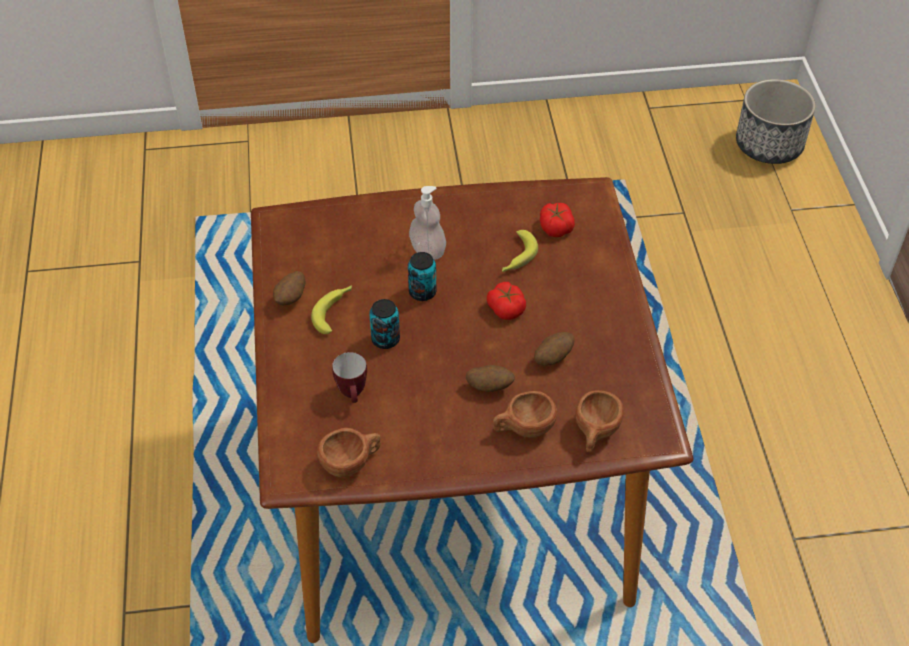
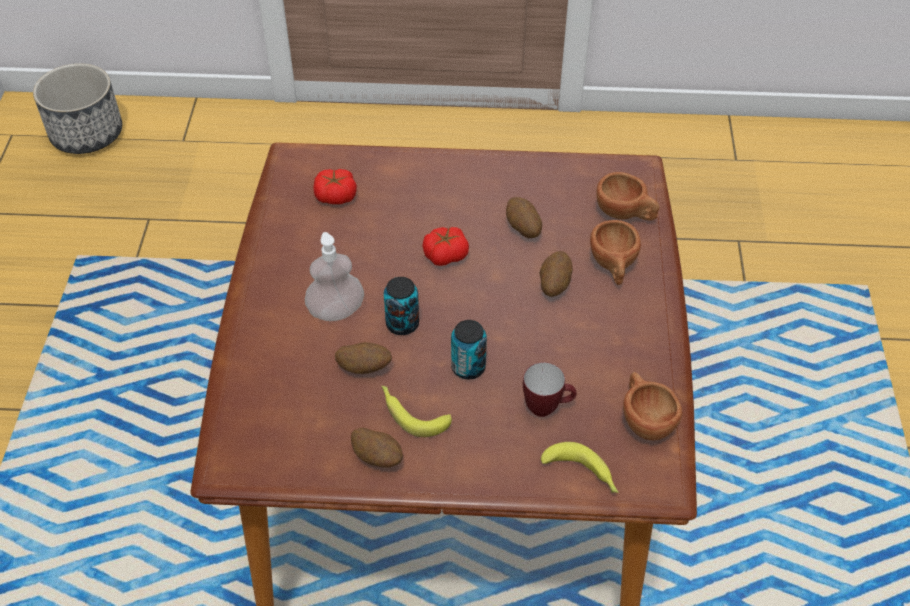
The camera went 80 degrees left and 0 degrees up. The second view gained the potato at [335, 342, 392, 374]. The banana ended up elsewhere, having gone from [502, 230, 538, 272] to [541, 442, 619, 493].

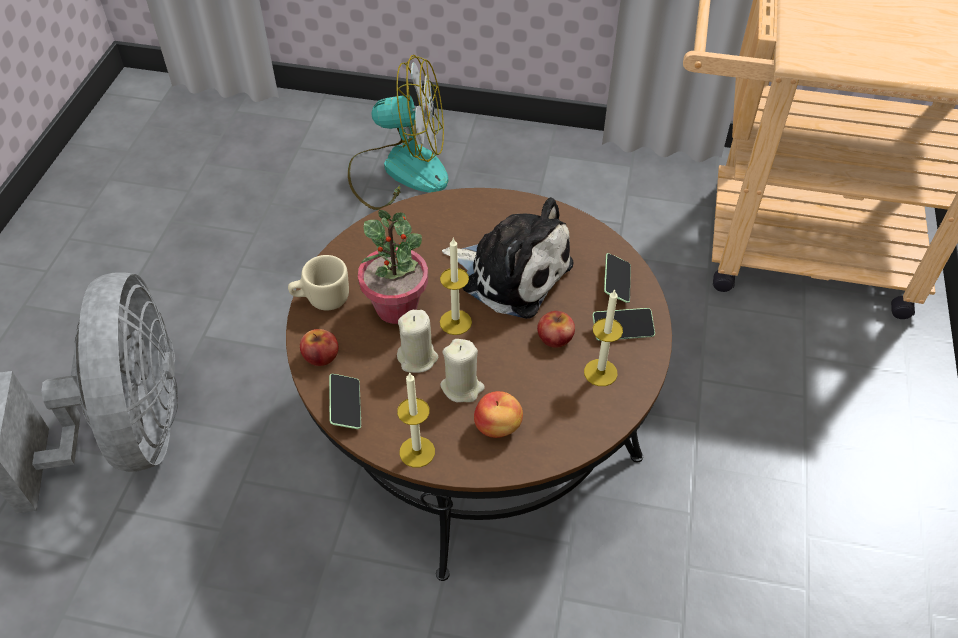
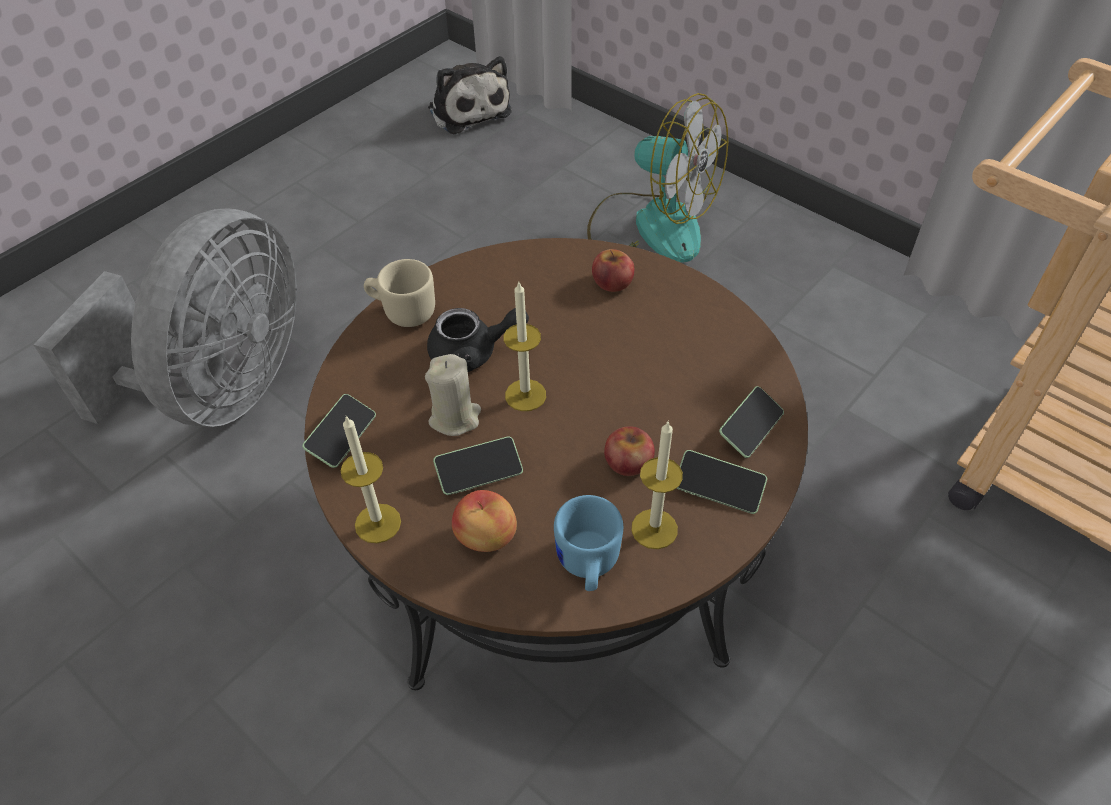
The camera went 30 degrees right and 0 degrees up. Where the potted plant stood at [358, 210, 428, 324], the black teapot came to stand at [427, 308, 529, 372]. The plush toy ended up elsewhere, having gone from [442, 197, 573, 319] to [428, 56, 512, 134]. Where the beige candle stood at [440, 339, 485, 402], the phone came to stand at [433, 436, 523, 495]. The second view gained the blue mug at [554, 495, 623, 591]. The apple ended up elsewhere, having gone from [300, 329, 338, 366] to [592, 249, 634, 292].

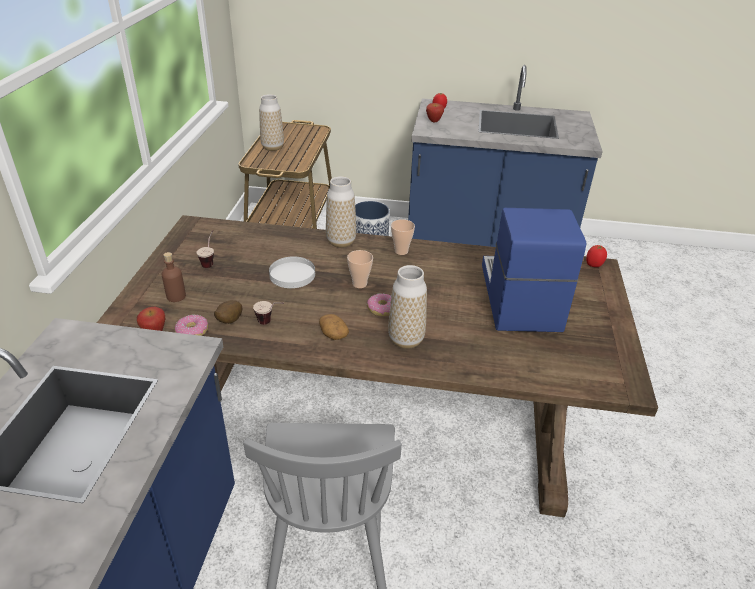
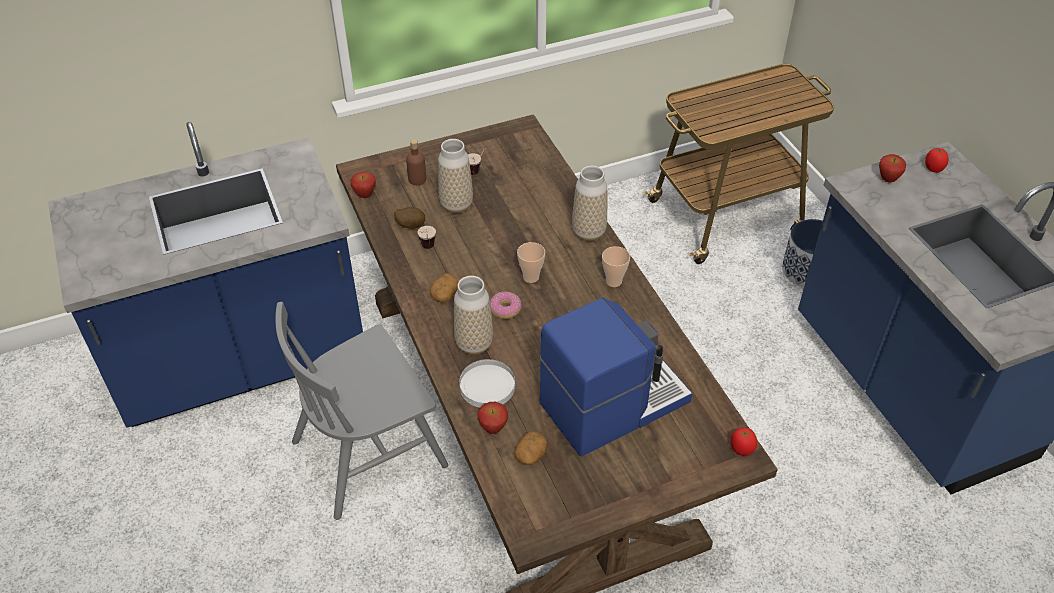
The camera went 60 degrees right and 10 degrees up. The vase ended up elsewhere, having gone from [259, 94, 284, 151] to [438, 139, 473, 213]. The white plate ended up elsewhere, having gone from [269, 256, 315, 288] to [459, 359, 515, 408]. The second view gained the apple at [478, 402, 508, 434]. The second view gained the potato at [514, 431, 547, 465]. The second view lost the donut at [175, 314, 208, 336].

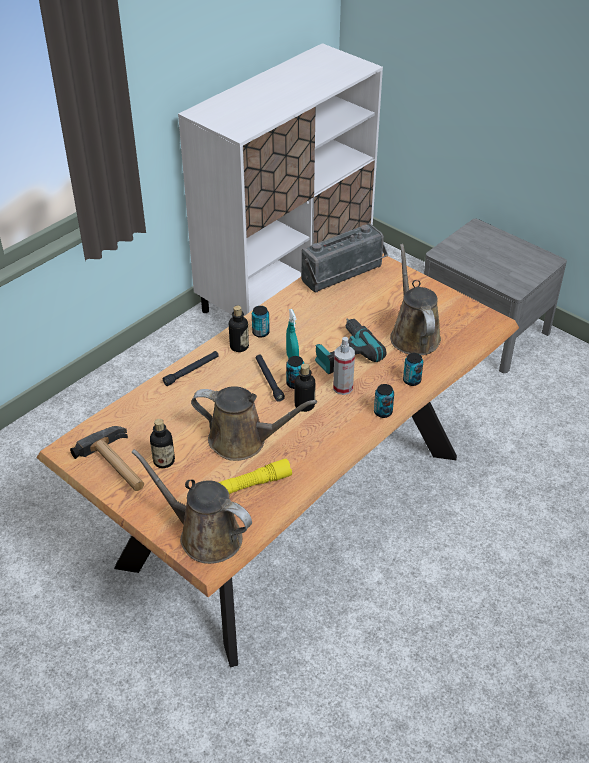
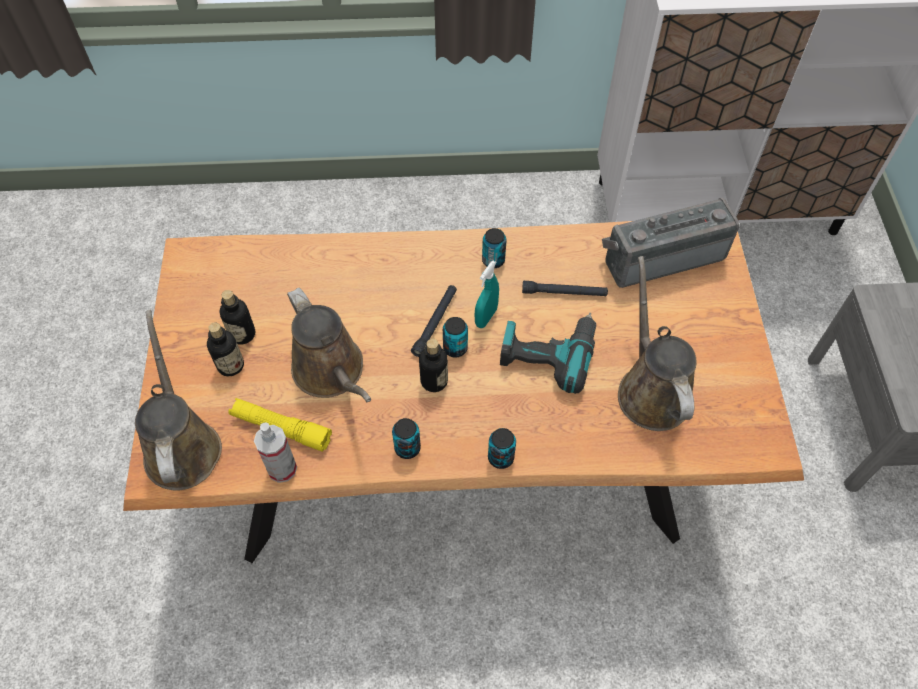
The camera went 45 degrees right and 15 degrees up. The bottle ended up elsewhere, having gone from [229, 305, 249, 352] to [207, 322, 244, 376]. The spray bottle ended up elsewhere, having gone from [333, 337, 355, 395] to [254, 423, 297, 483]. The can ended up elsewhere, having gone from [403, 353, 423, 386] to [392, 418, 421, 459]. The black flashlight ended up elsewhere, having gone from [163, 351, 219, 386] to [522, 281, 608, 296]. The radio at [301, 223, 388, 292] ended up facing another way, 150 degrees clockwise from before. The brown watering can at [390, 244, 441, 355] ended up facing another way, 45 degrees counterclockwise from before. The second view lost the hammer at [70, 426, 144, 491].

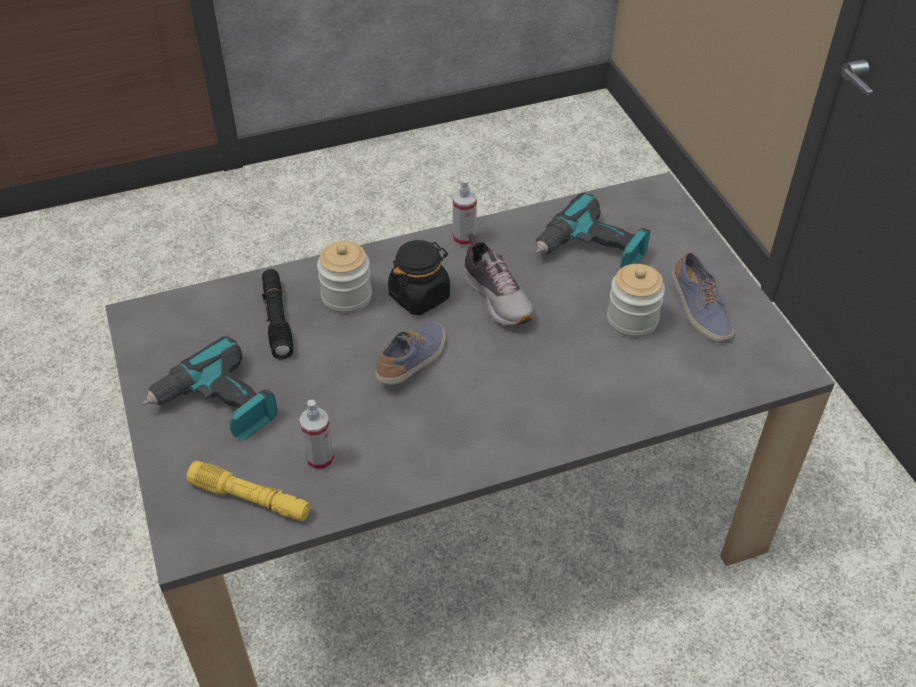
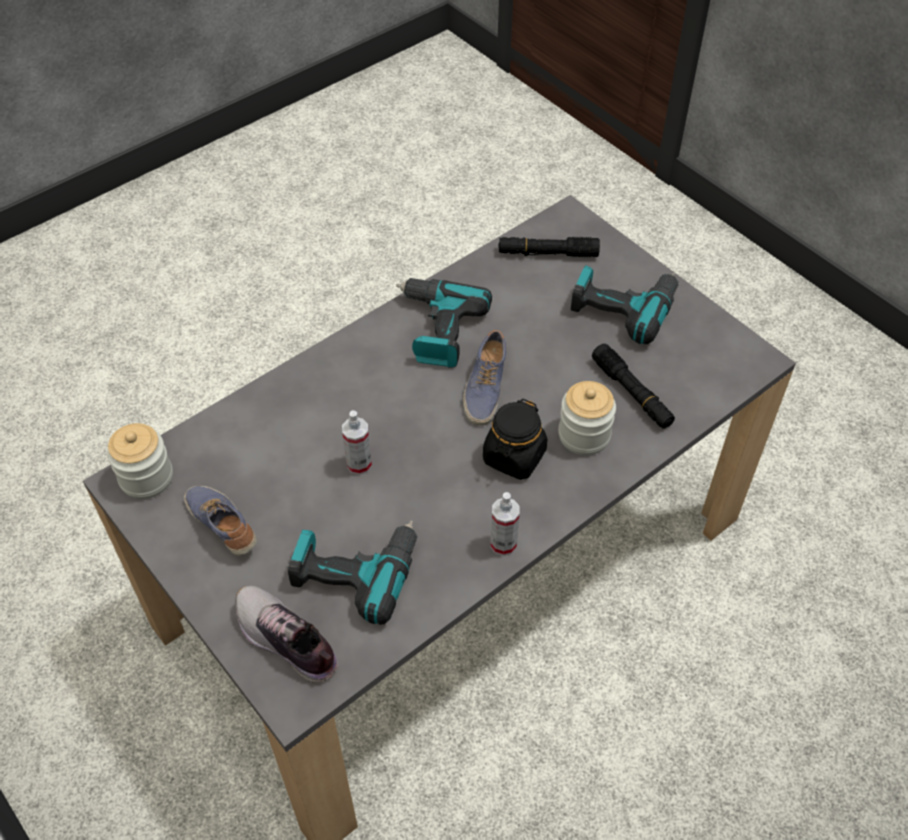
The camera went 160 degrees right and 5 degrees up. The jar ended up elsewhere, having gone from [607, 264, 665, 338] to [107, 423, 173, 499]. The shoe ended up elsewhere, having gone from [463, 233, 534, 326] to [235, 585, 338, 683]. The spray bottle ended up elsewhere, having gone from [299, 400, 334, 471] to [342, 410, 372, 475]. The second view gained the power drill at [396, 278, 492, 368]. What was the yellow flashlight at [186, 461, 310, 521] turned into the black flashlight at [498, 237, 600, 257].

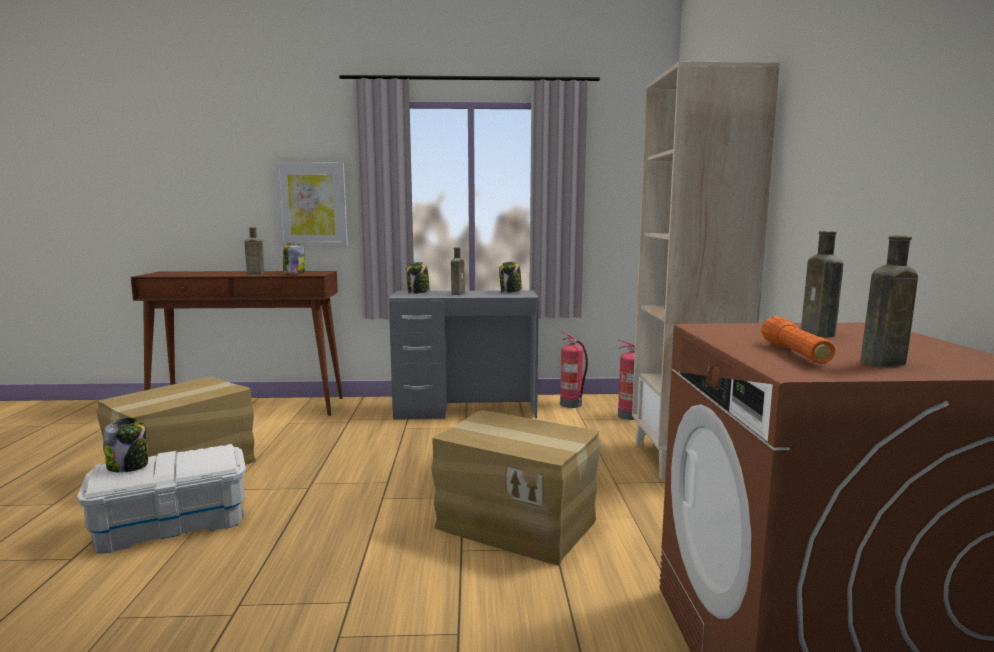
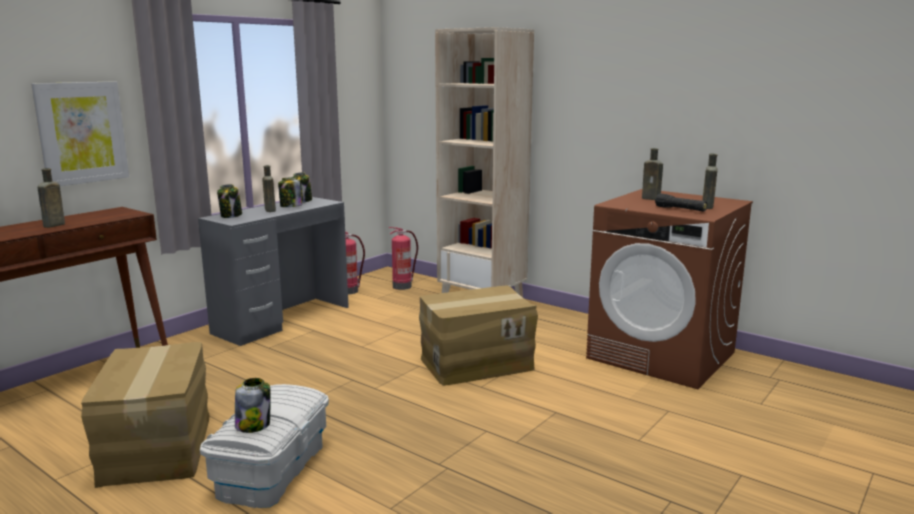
The camera went 50 degrees left and 5 degrees up. The jar ended up elsewhere, having gone from [283, 243, 305, 273] to [278, 177, 302, 207]. What was the orange flashlight at [762, 316, 835, 364] turned into the black flashlight at [655, 193, 707, 211].

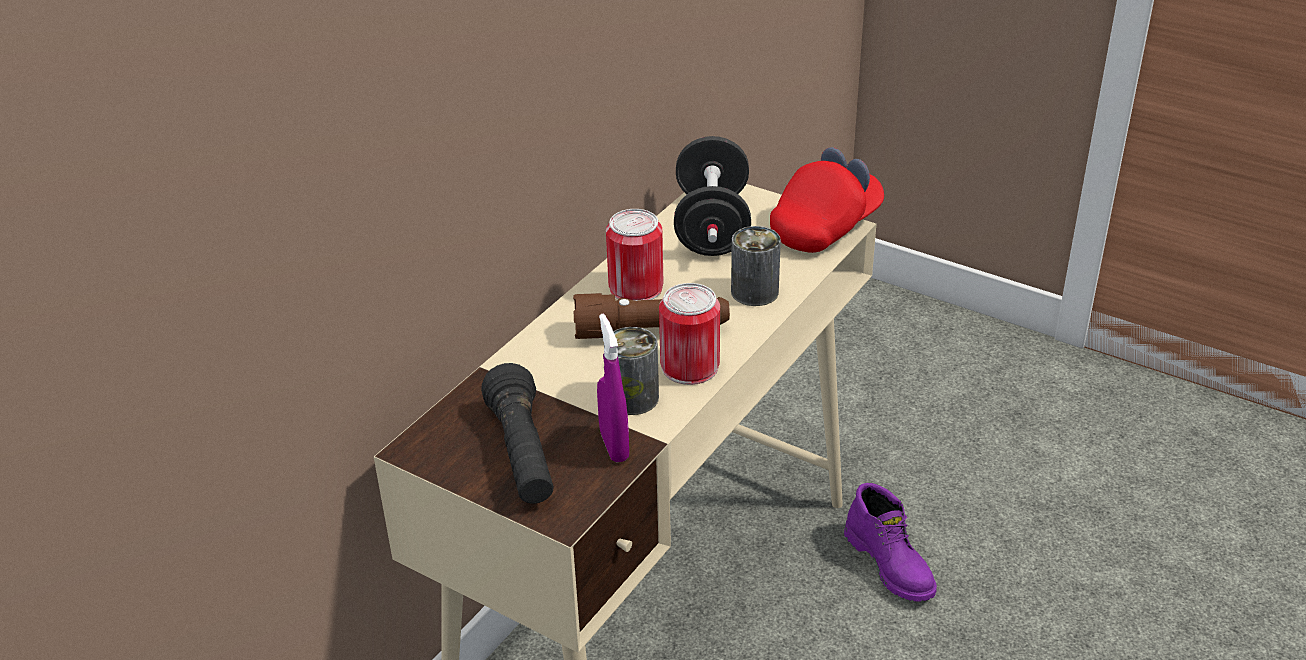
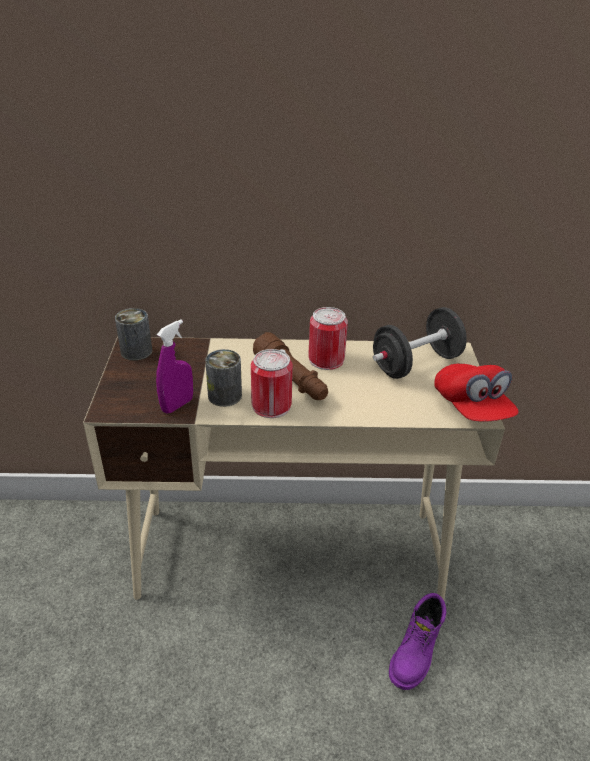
The camera went 55 degrees right and 0 degrees up. The can ended up elsewhere, having gone from [731, 226, 781, 306] to [115, 308, 152, 361]. The red cap at [770, 147, 884, 253] ended up facing another way, 60 degrees clockwise from before. The second view lost the black flashlight at [481, 363, 554, 504].

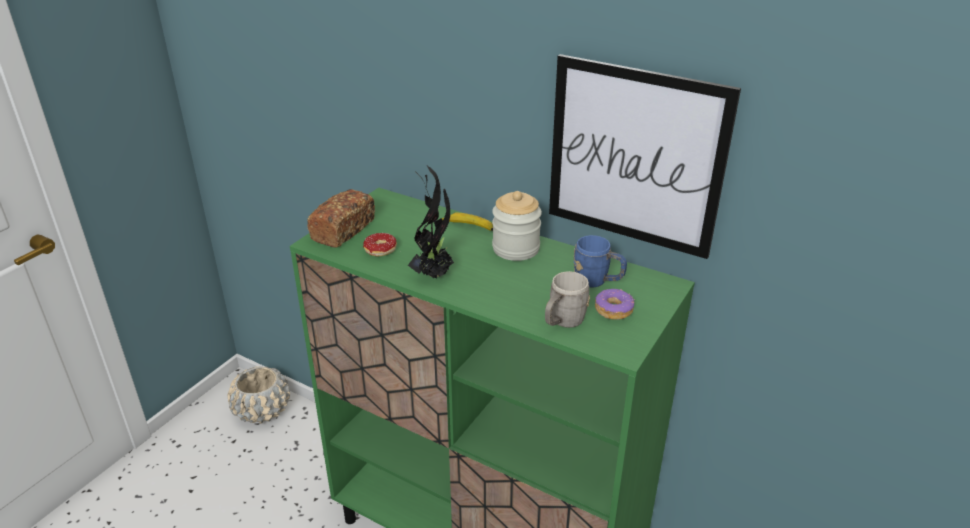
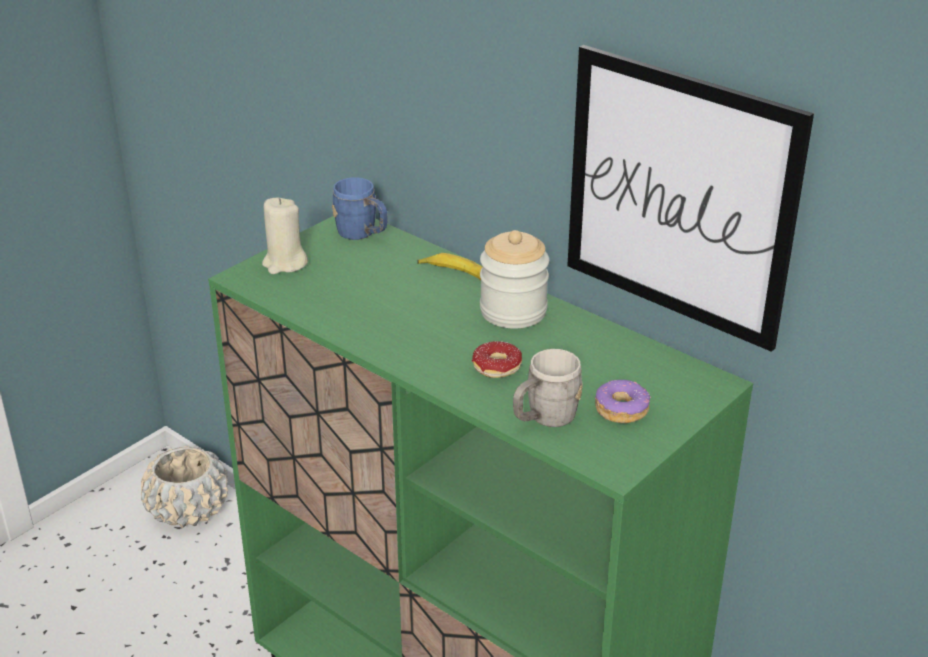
The camera went 10 degrees right and 0 degrees up. Where the bread stood at [307, 189, 375, 248], the beige candle came to stand at [262, 198, 308, 274]. The blue mug ended up elsewhere, having gone from [574, 235, 627, 287] to [332, 177, 387, 240]. The donut ended up elsewhere, having gone from [363, 233, 397, 256] to [472, 341, 522, 378]. The second view lost the potted plant at [408, 166, 454, 279].

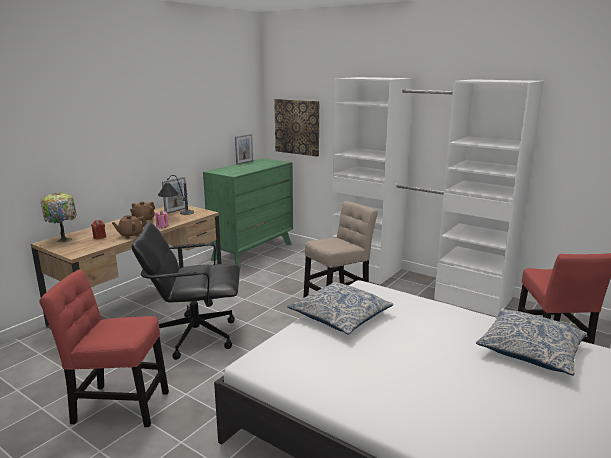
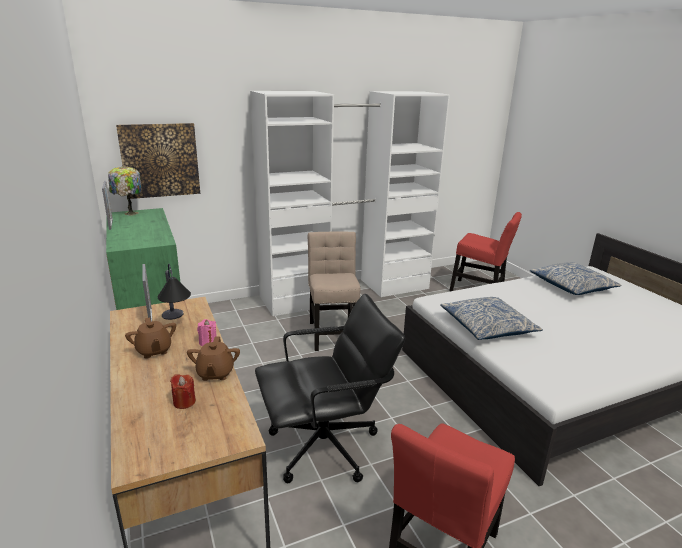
The camera went 60 degrees left and 5 degrees up. The table lamp ended up elsewhere, having gone from [41, 193, 77, 242] to [108, 166, 142, 216]. The black office chair at [132, 222, 240, 360] ended up facing another way, 135 degrees counterclockwise from before.

